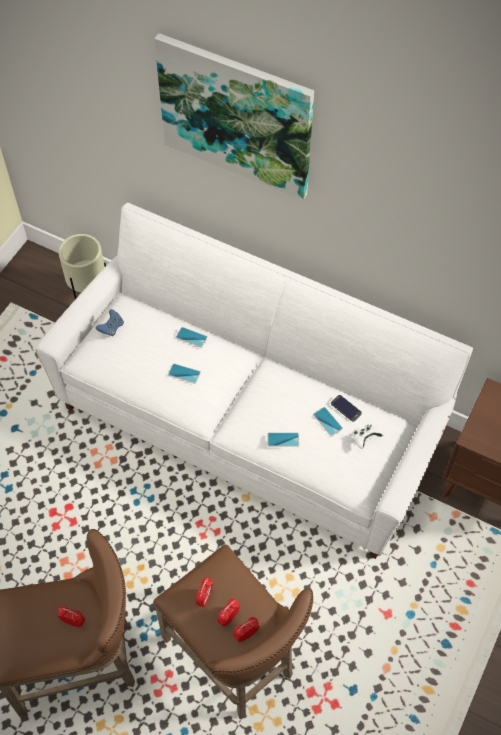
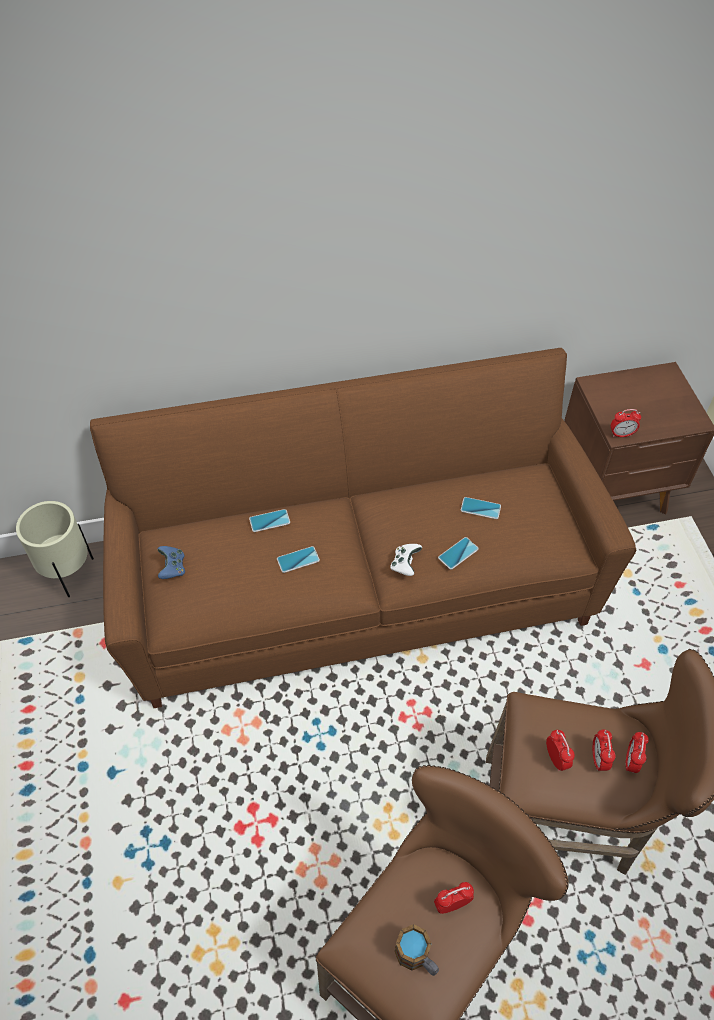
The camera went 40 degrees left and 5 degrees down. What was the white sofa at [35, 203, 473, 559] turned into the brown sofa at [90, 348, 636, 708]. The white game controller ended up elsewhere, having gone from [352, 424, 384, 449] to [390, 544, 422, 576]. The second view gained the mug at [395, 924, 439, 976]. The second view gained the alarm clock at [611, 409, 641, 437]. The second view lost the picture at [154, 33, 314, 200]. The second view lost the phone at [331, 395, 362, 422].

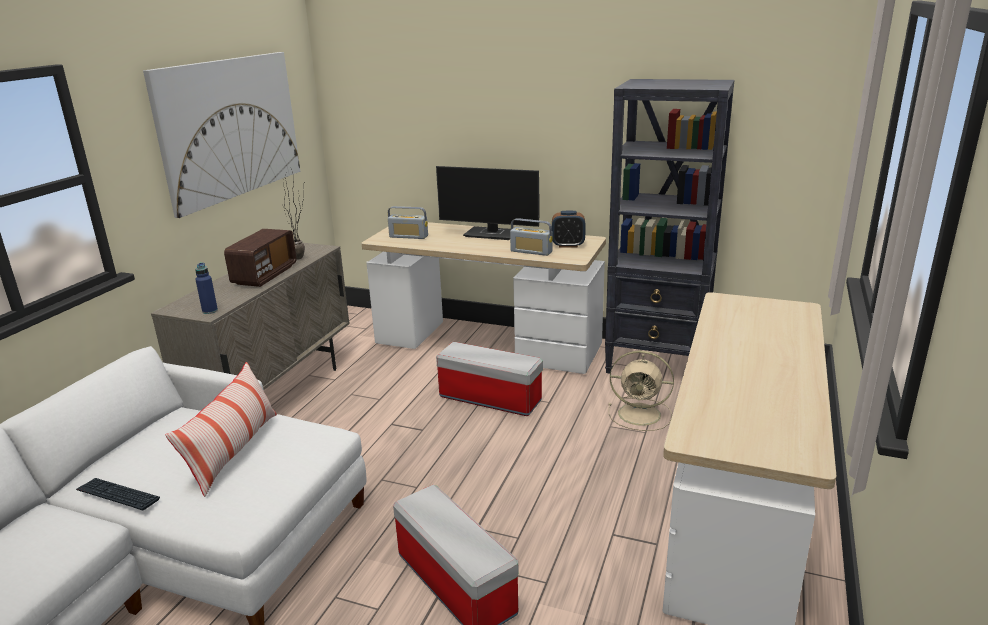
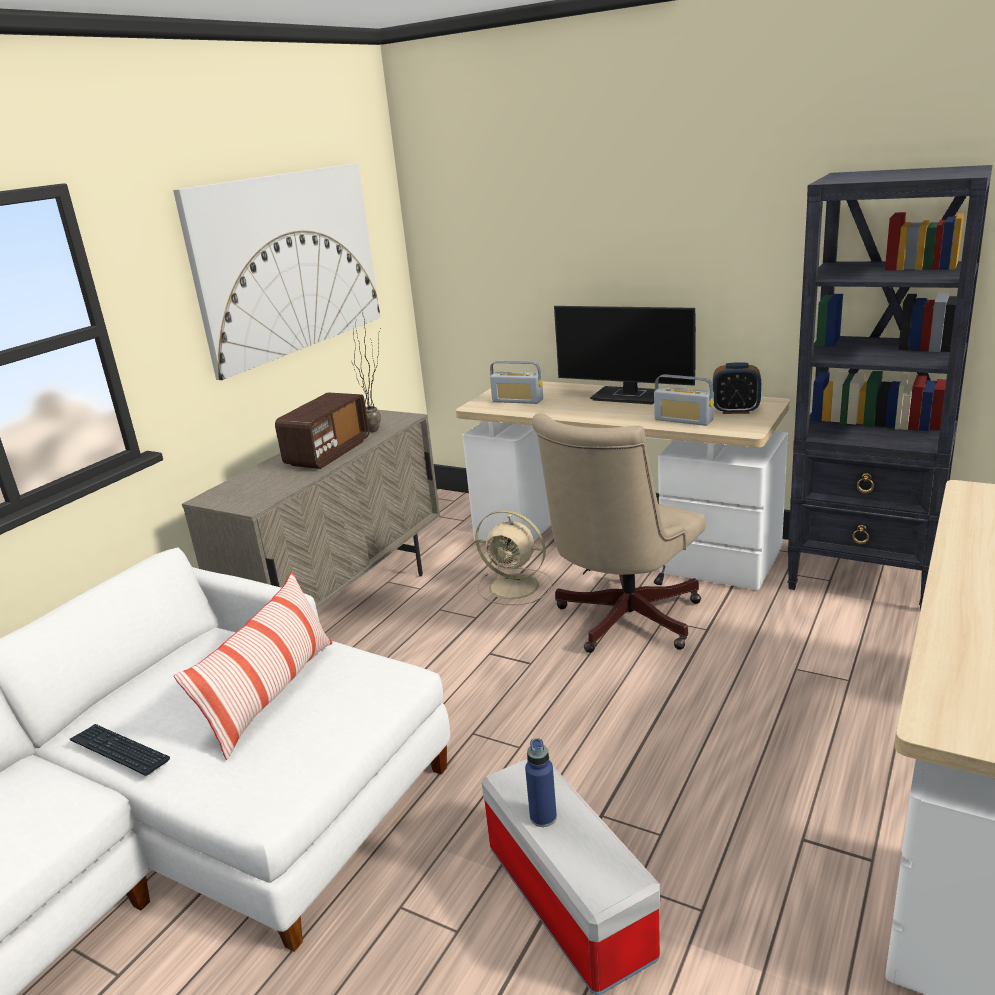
The camera went 10 degrees right and 0 degrees up. The beige fan ended up elsewhere, having gone from [608, 350, 674, 431] to [475, 510, 552, 605]. The blue bottle ended up elsewhere, having gone from [195, 263, 218, 314] to [525, 738, 557, 827]. Where the storage box stood at [436, 342, 543, 416], the beige office chair came to stand at [532, 413, 705, 653].

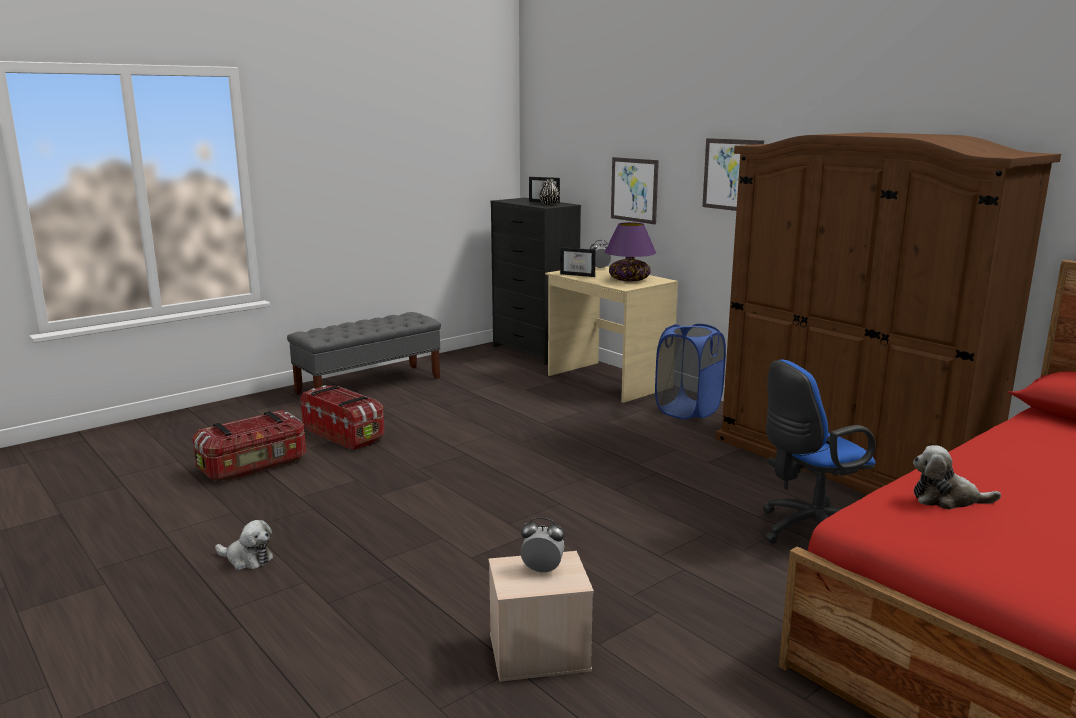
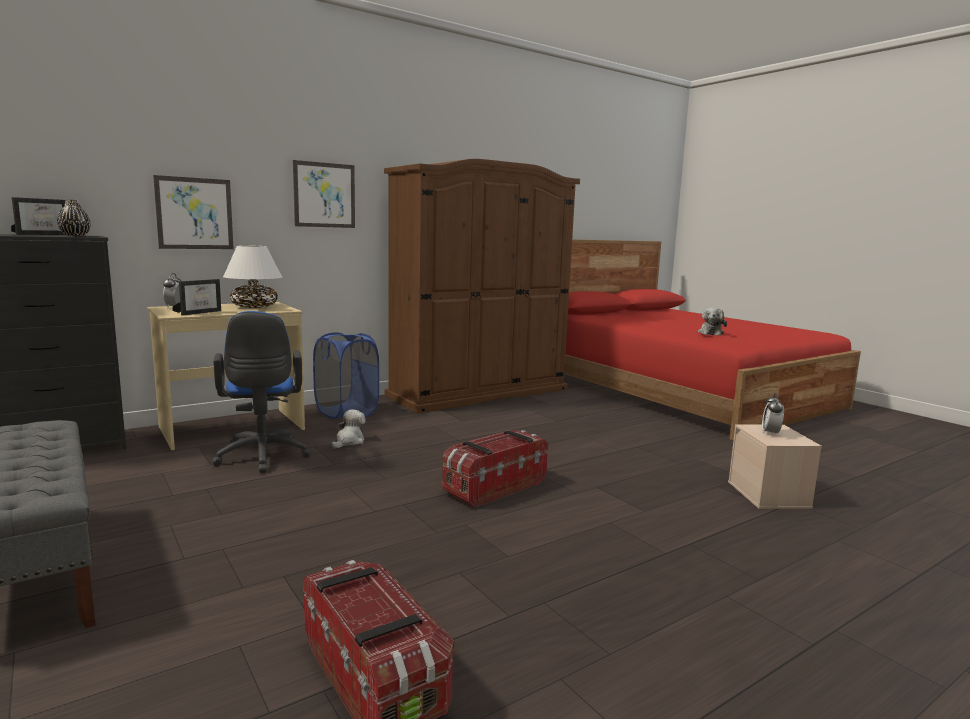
The camera went 85 degrees left and 5 degrees down. The blue office chair ended up elsewhere, having gone from [762, 359, 876, 544] to [212, 311, 311, 473]. What was the purple table lamp at [605, 222, 656, 281] turned into the white table lamp at [223, 245, 282, 308]. The plush toy ended up elsewhere, having gone from [215, 520, 274, 570] to [331, 409, 366, 449]. The storage box ended up elsewhere, having gone from [300, 385, 385, 450] to [442, 430, 548, 508].

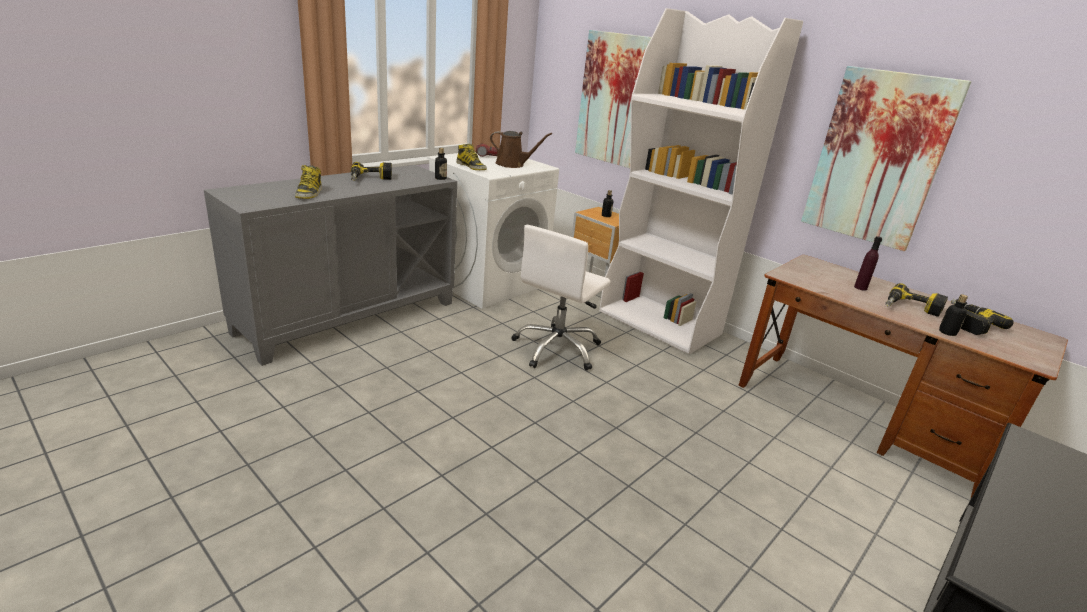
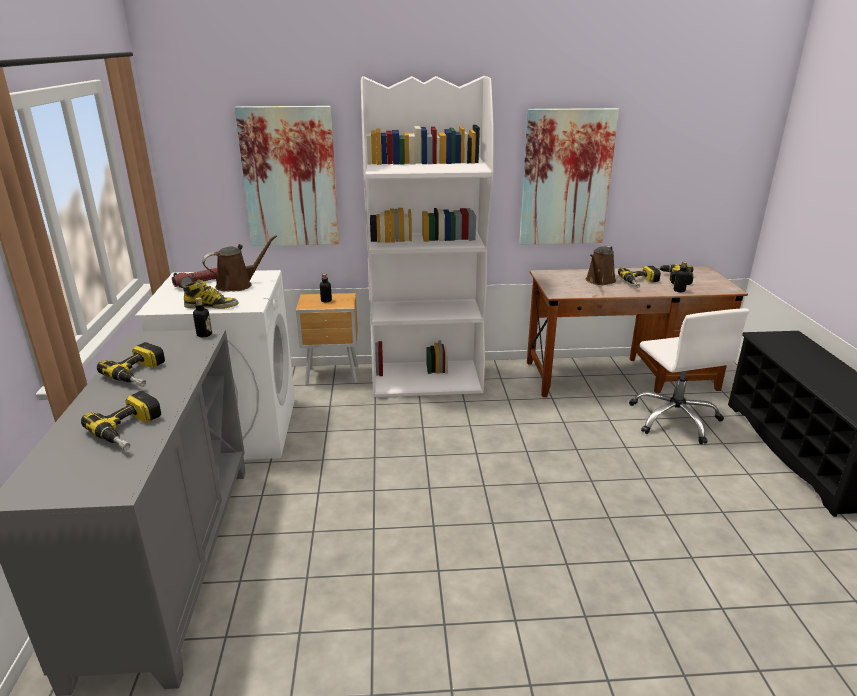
The camera went 45 degrees left and 0 degrees up. Where the boot stood at [295, 165, 322, 199], the power drill came to stand at [81, 391, 161, 451]. Where the purple bottle stood at [854, 236, 882, 291], the brown watering can came to stand at [586, 246, 616, 285]. The white office chair ended up elsewhere, having gone from [511, 225, 611, 371] to [629, 308, 749, 444].

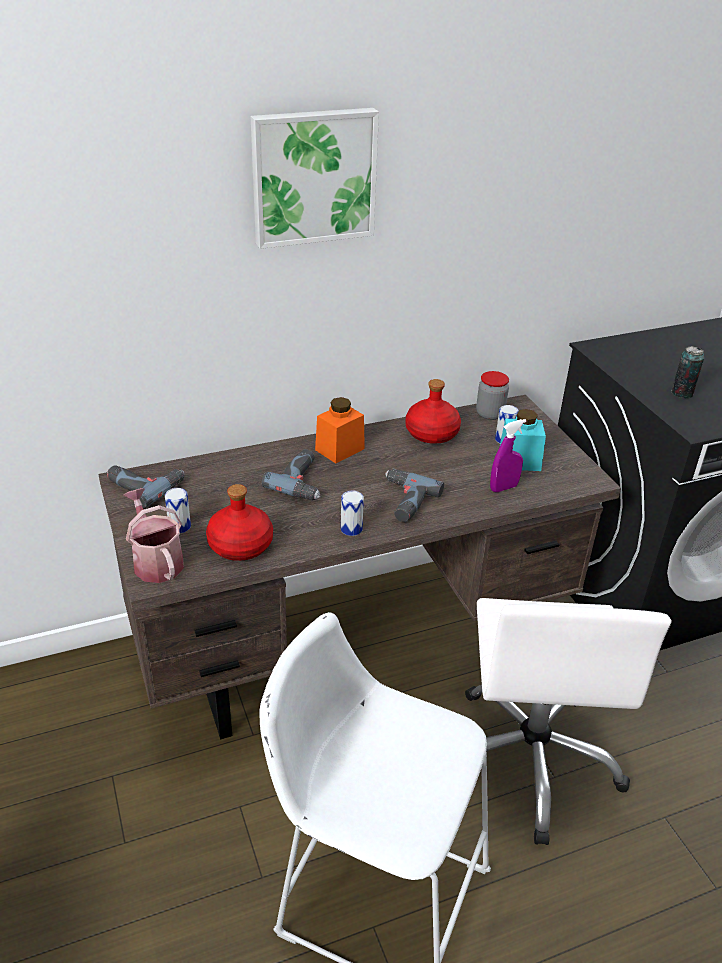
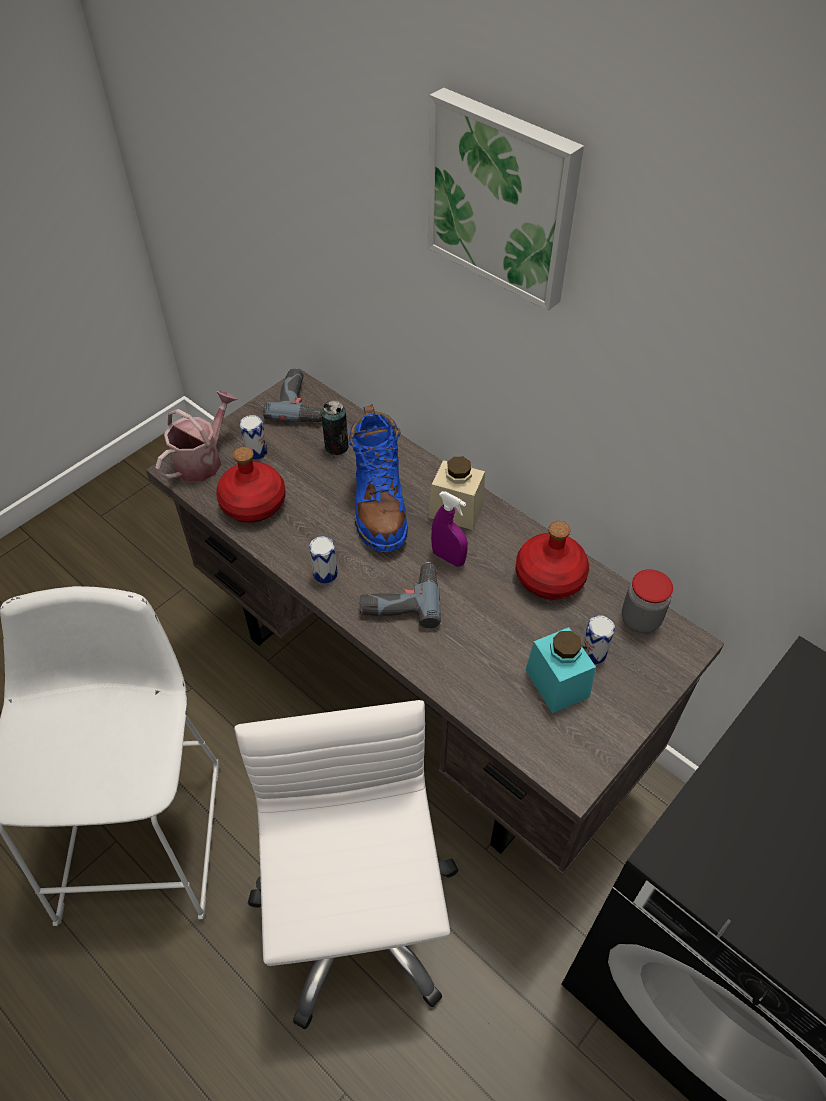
The camera went 65 degrees right and 15 degrees up. The white office chair at [465, 598, 672, 845] ended up facing another way, 105 degrees clockwise from before. The can ended up elsewhere, having gone from [671, 346, 704, 398] to [321, 400, 349, 455]. Where the power drill stood at [262, 449, 321, 501], the blue boot came to stand at [348, 405, 408, 552]. What was the orange jar at [315, 397, 365, 463] turned into the beige jar at [429, 457, 485, 530]. The purple spray bottle ended up elsewhere, having gone from [490, 419, 526, 492] to [431, 491, 468, 567].

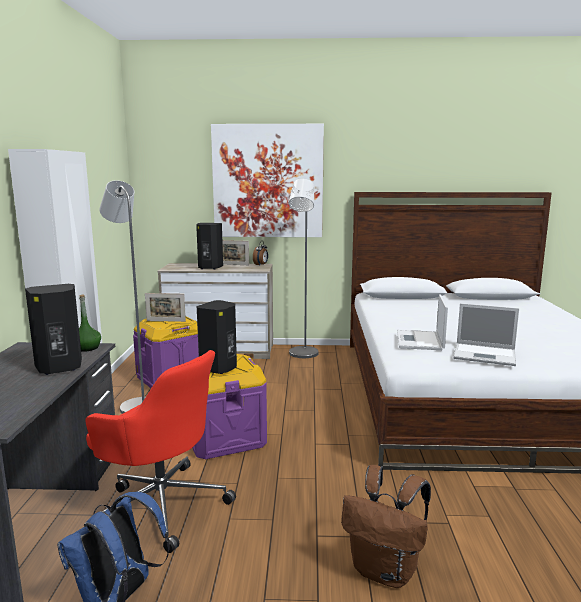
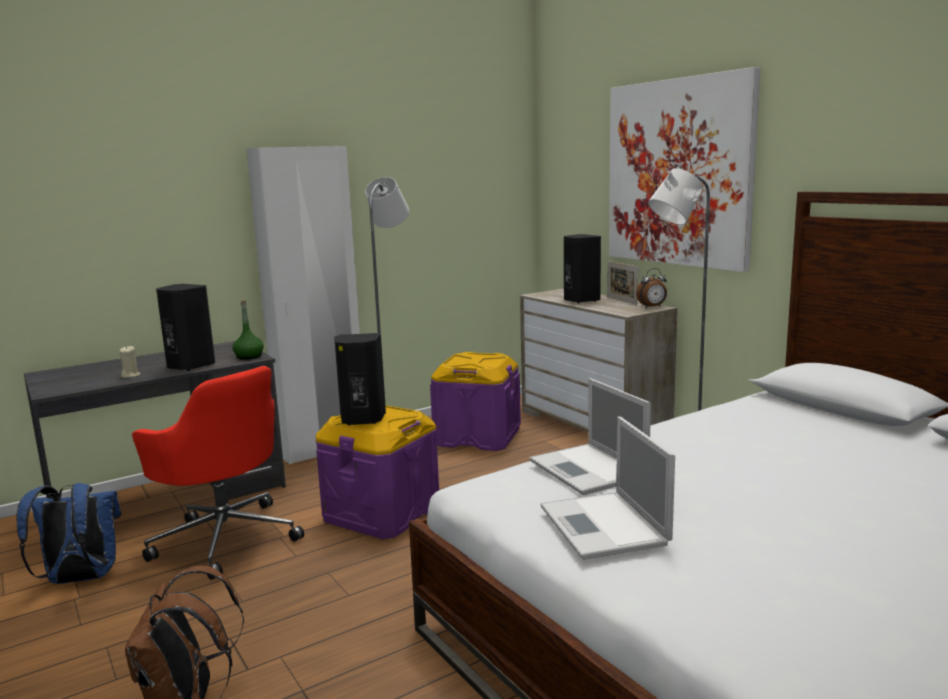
The camera went 55 degrees right and 0 degrees up. The second view gained the beige candle at [120, 346, 140, 378]. The red office chair at [86, 350, 236, 553] ended up facing another way, 45 degrees counterclockwise from before. The laptop at [397, 294, 448, 350] ended up facing another way, 90 degrees counterclockwise from before. The second view lost the picture frame at [145, 293, 186, 322].

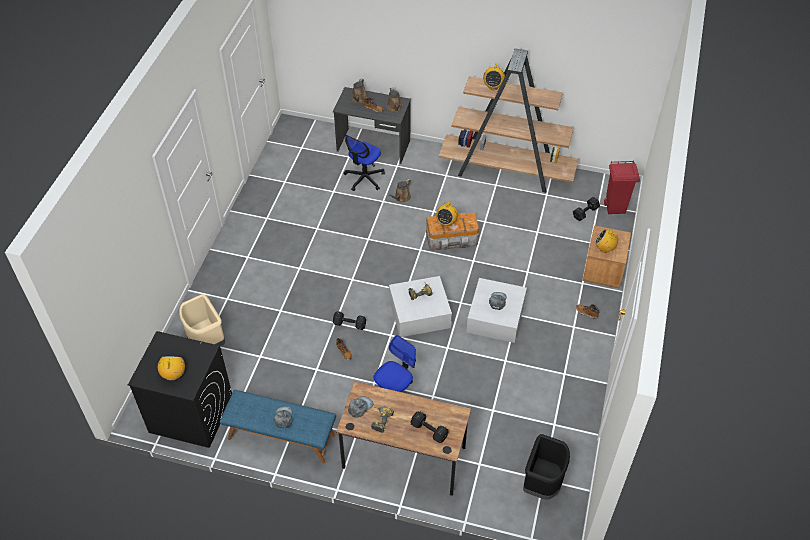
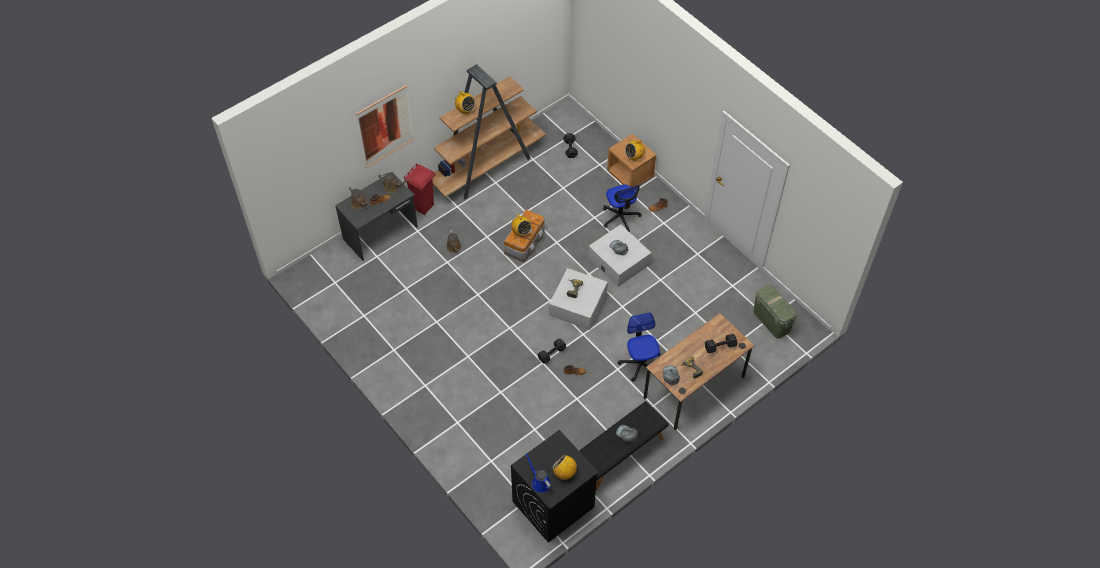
The camera went 55 degrees left and 5 degrees up. The second view gained the picture at [356, 85, 414, 168]. The red trash can ended up elsewhere, having gone from [604, 161, 640, 214] to [404, 163, 436, 215]. The second view gained the blue watering can at [525, 453, 551, 493]. What was the blue bench at [220, 390, 336, 464] turned into the black bench at [579, 401, 669, 491]. The office chair ended up elsewhere, having gone from [344, 135, 385, 191] to [603, 184, 642, 232]. Where the black trash can stood at [523, 434, 570, 500], the green storage box came to stand at [753, 285, 797, 339]. The second view lost the beige trash can at [179, 294, 225, 346].

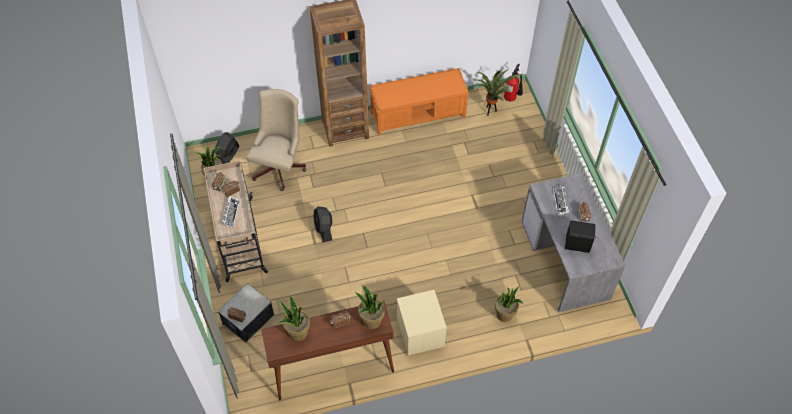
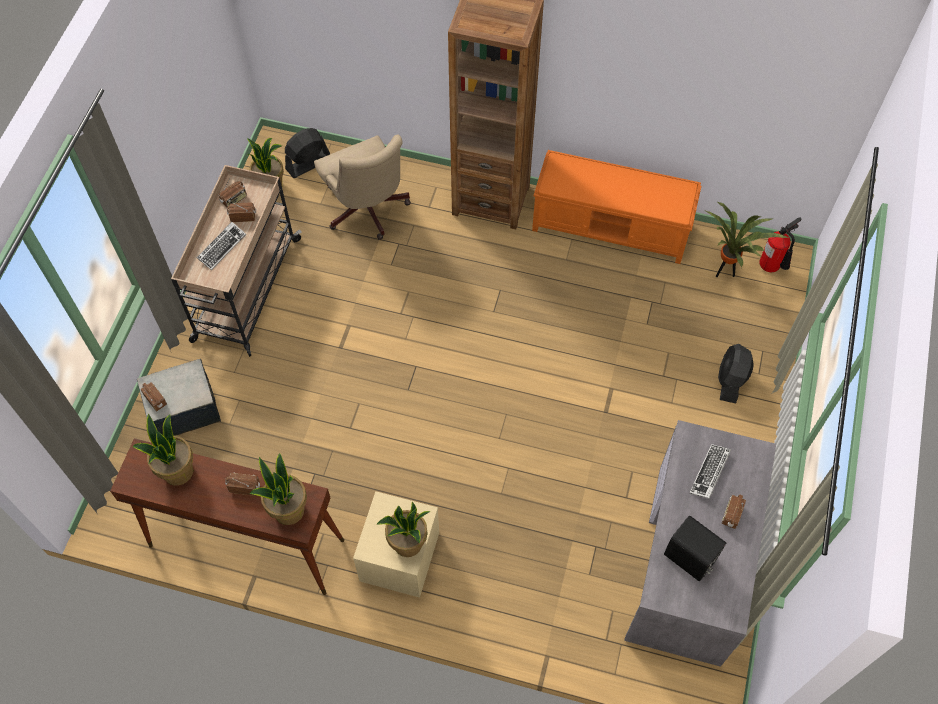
The camera went 30 degrees right and 5 degrees up. The beige office chair at [246, 89, 306, 191] ended up facing another way, 105 degrees clockwise from before. The potted plant ended up elsewhere, having gone from [495, 286, 523, 322] to [377, 502, 431, 557]. The black fan ended up elsewhere, having gone from [313, 206, 332, 242] to [718, 344, 754, 404].

